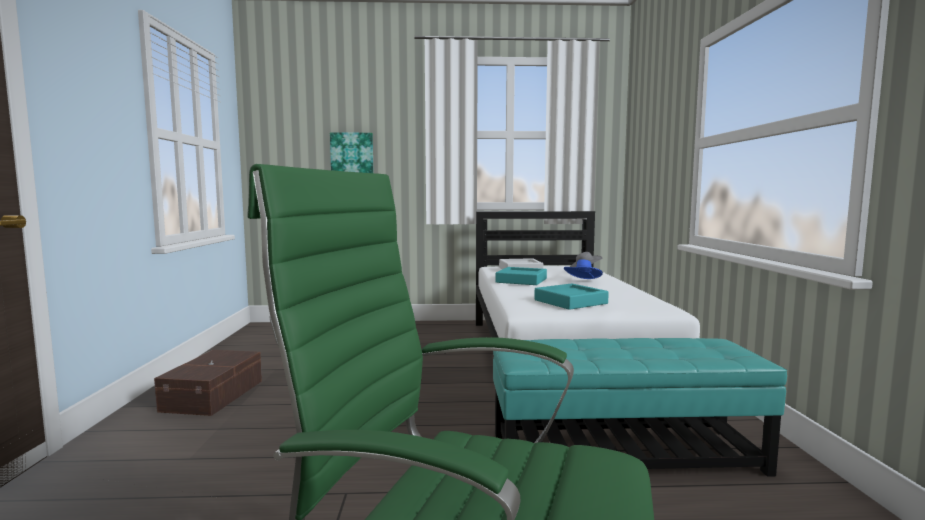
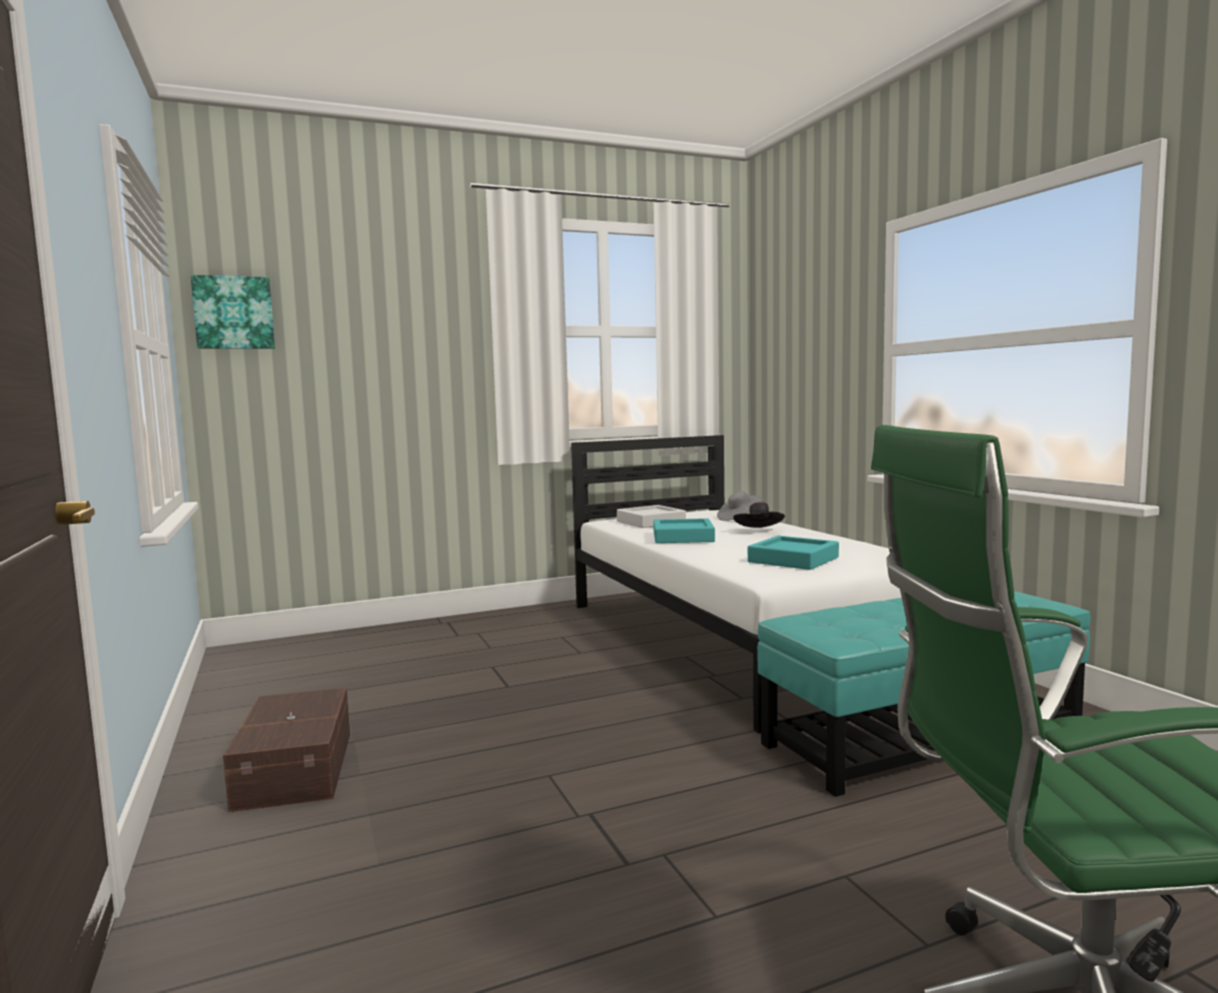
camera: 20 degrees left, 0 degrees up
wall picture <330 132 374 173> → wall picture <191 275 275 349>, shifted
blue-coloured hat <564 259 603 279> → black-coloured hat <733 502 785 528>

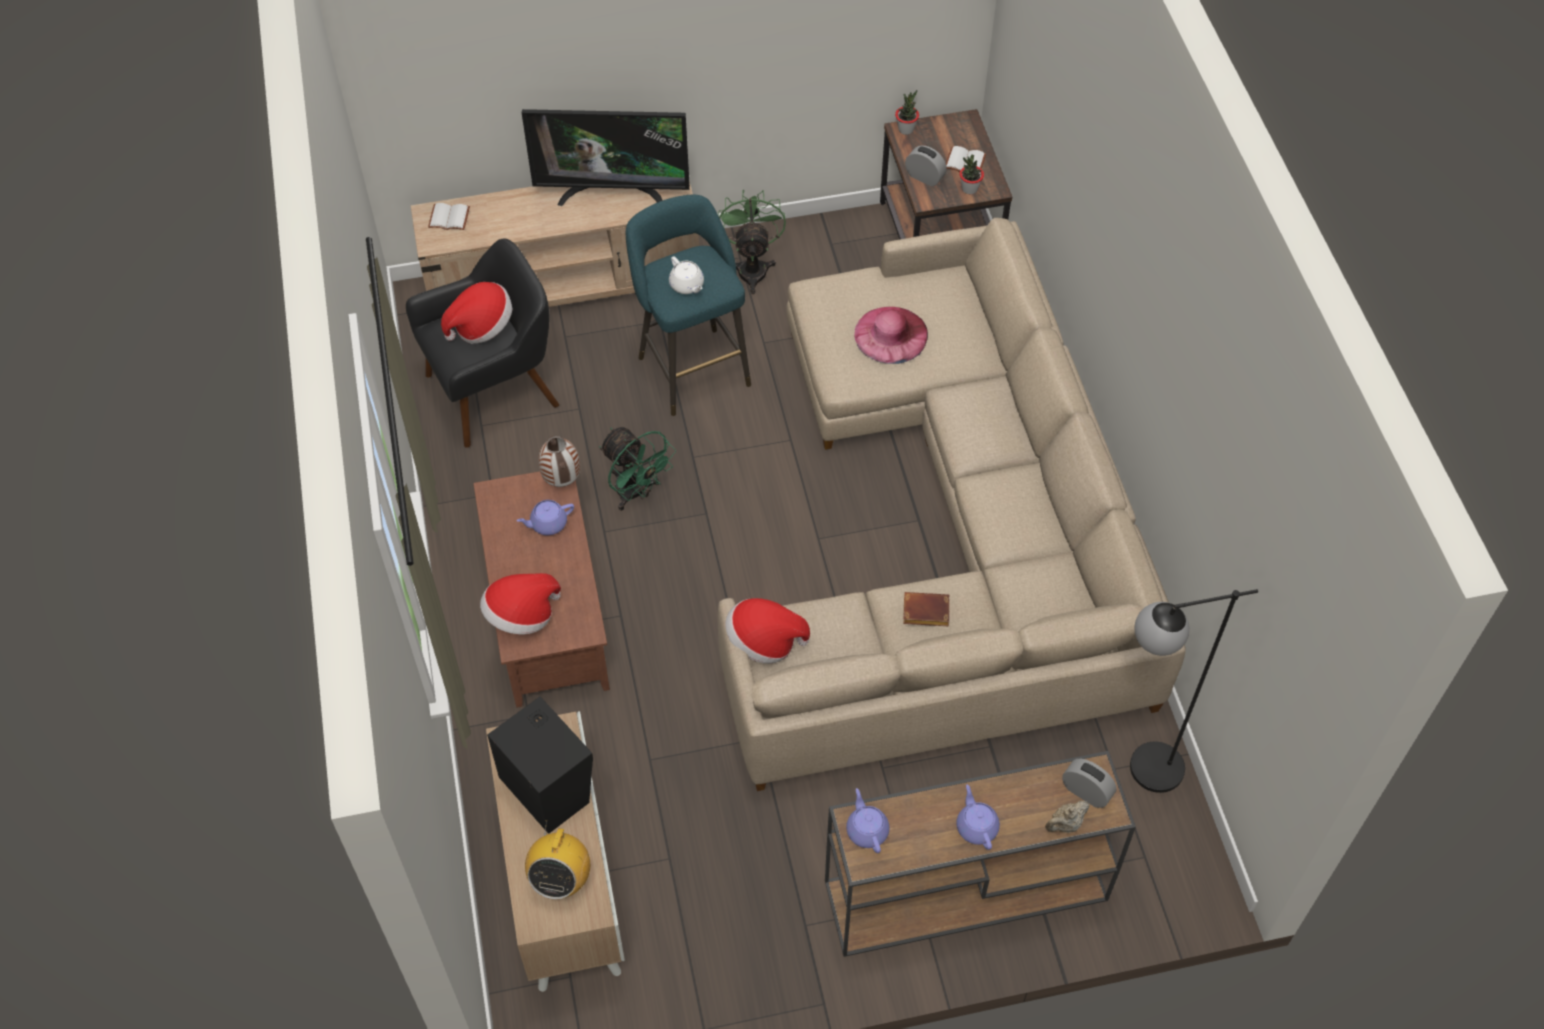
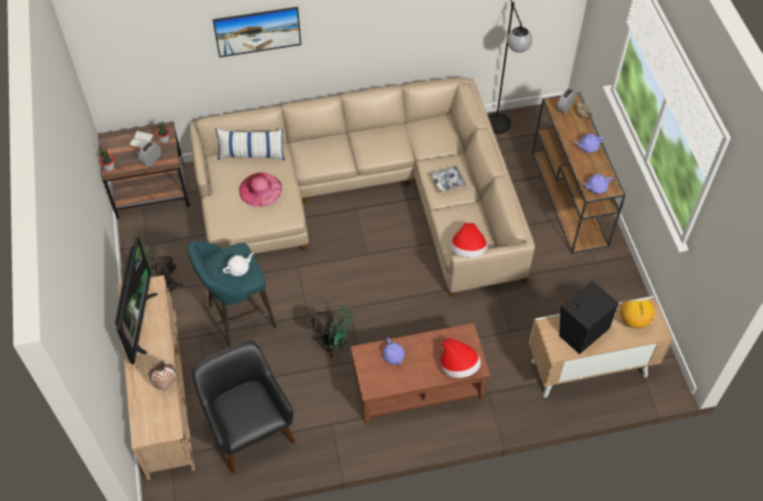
camera: 90 degrees left, 0 degrees up
decorative vase <539 436 580 487> → decorative vase <148 360 177 390>, shifted
- → wall picture <212 7 301 58>
- → pillow <215 128 285 160>
green electric fan <599 427 676 511> → green electric fan <310 305 354 358>, 60 degrees clockwise
brown volume <903 592 950 626> → tray <430 165 467 193>
radio set <525 820 590 899> → radio set <620 299 655 329>, 105 degrees counterclockwise
white-coloured volume <428 203 470 230> → -
hat <441 282 513 344> → -

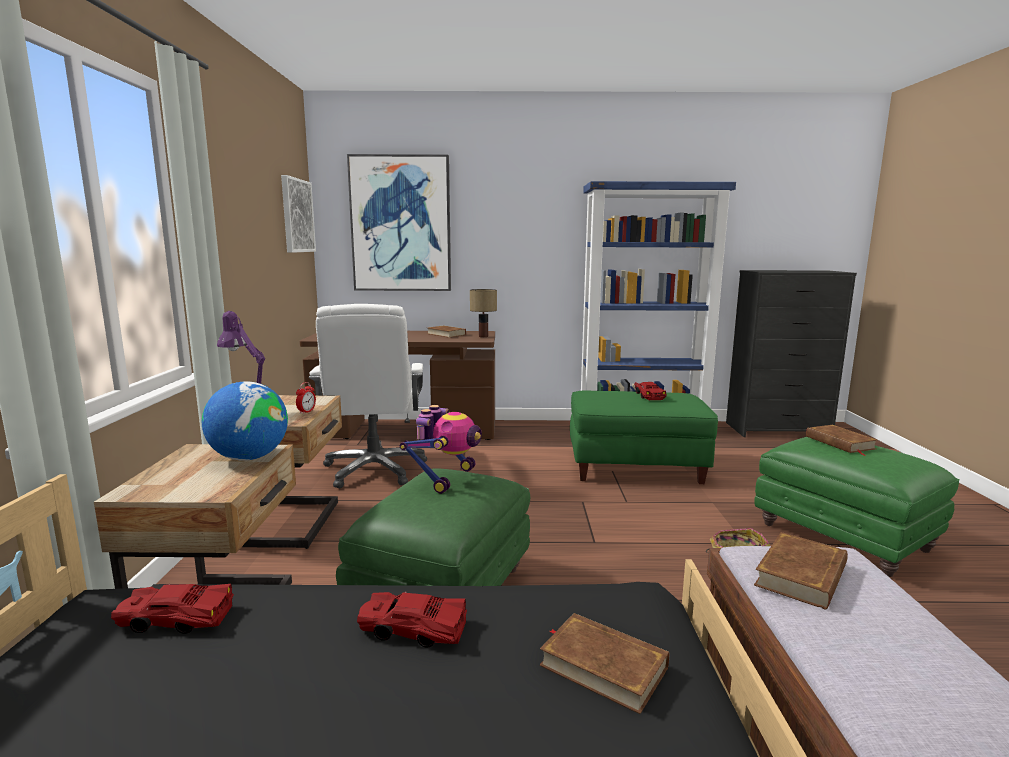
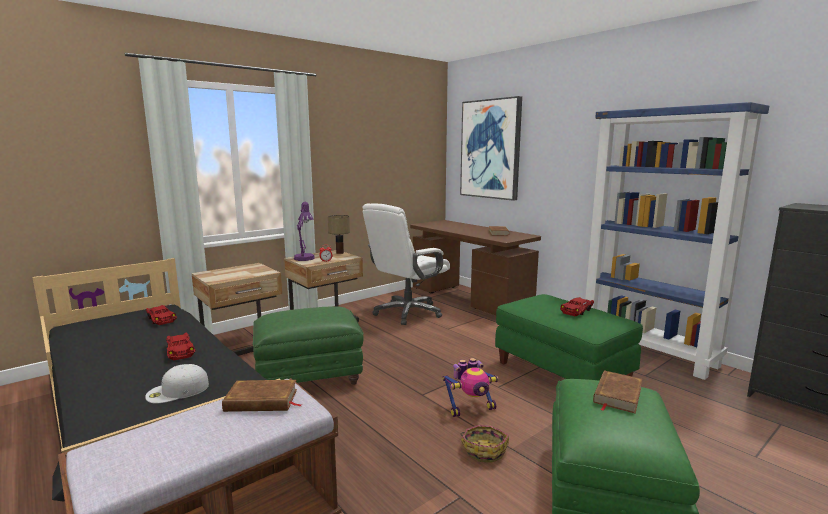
camera: 50 degrees right, 0 degrees up
brown volume <540 613 669 714> → white-coloured peaked cap <145 364 209 403>
tabletop lamp <470 289 497 337> → tabletop lamp <328 215 350 254>, shifted
toy robot <400 405 482 494> → toy robot <442 358 498 417>, shifted
desk globe <202 381 288 461> → -
wall picture <281 175 316 253> → -

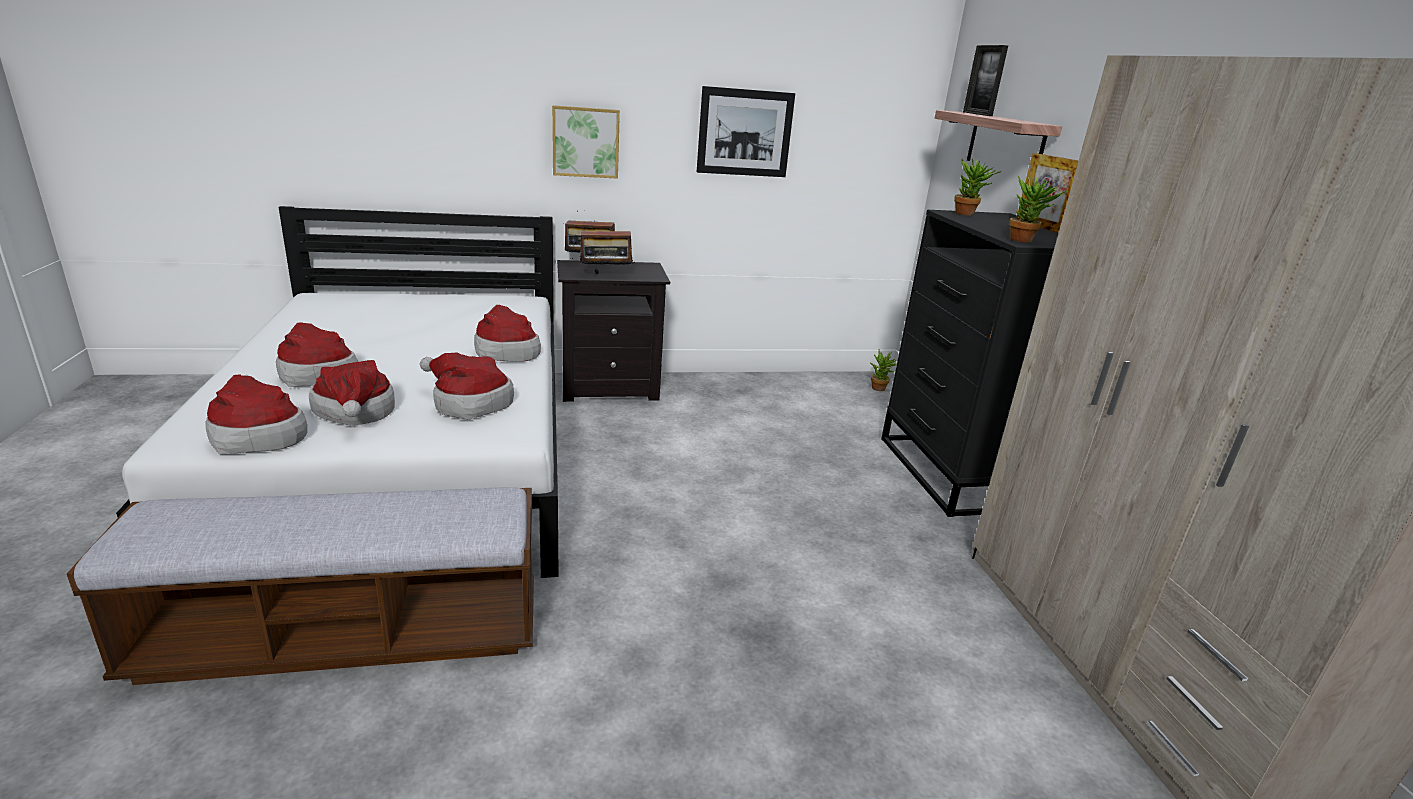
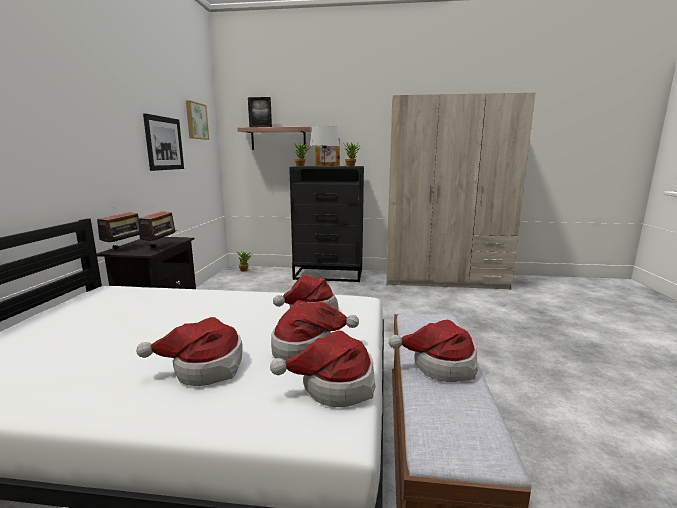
camera: 70 degrees left, 10 degrees down
wall picture <552 105 620 179> → wall picture <186 100 209 140>, shifted
- → gray tabletop lamp <310 126 340 158>
hat <474 305 541 362> → hat <389 320 478 382>, shifted

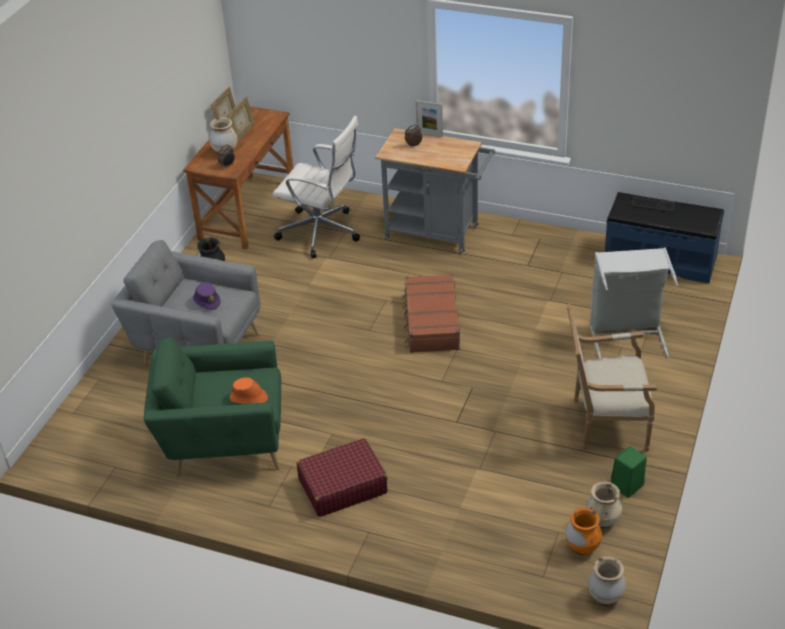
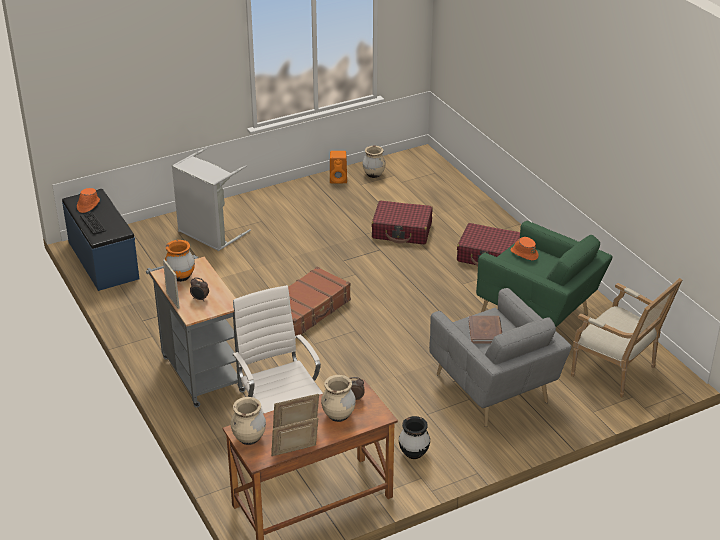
camera: 140 degrees left, 5 degrees down
- → orange hat <77 188 100 213>
orange decorative vase <565 508 602 555> → orange decorative vase <165 240 195 282>, shifted
beige decorative vase <588 556 626 606> → beige decorative vase <231 397 266 445>, shifted
green speaker <611 446 647 498> → orange speaker <330 151 347 183>
- → red suitcase <371 200 433 244>
purple hat <193 282 221 310> → brown volume <468 316 502 344>
lounge chair <567 304 657 451> → lounge chair <571 278 682 397>, shifted

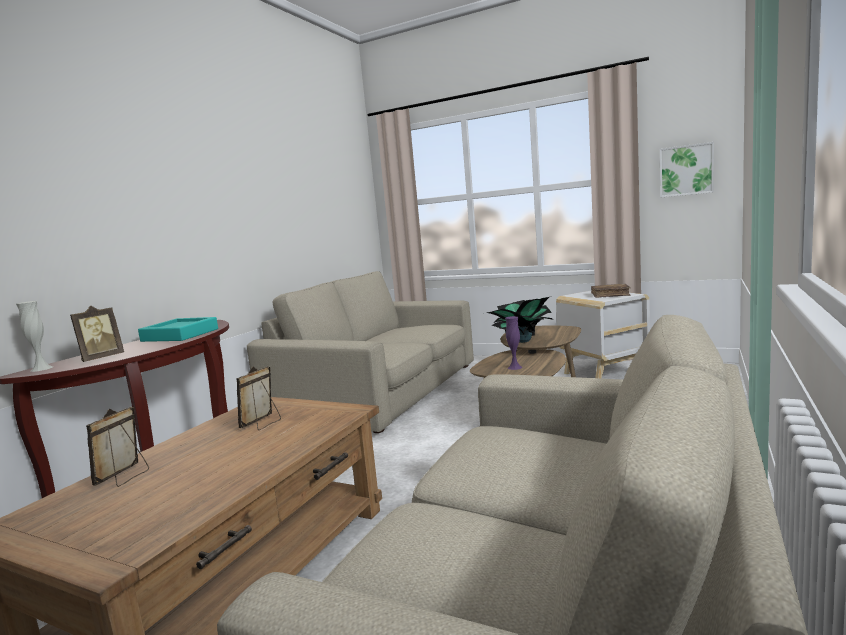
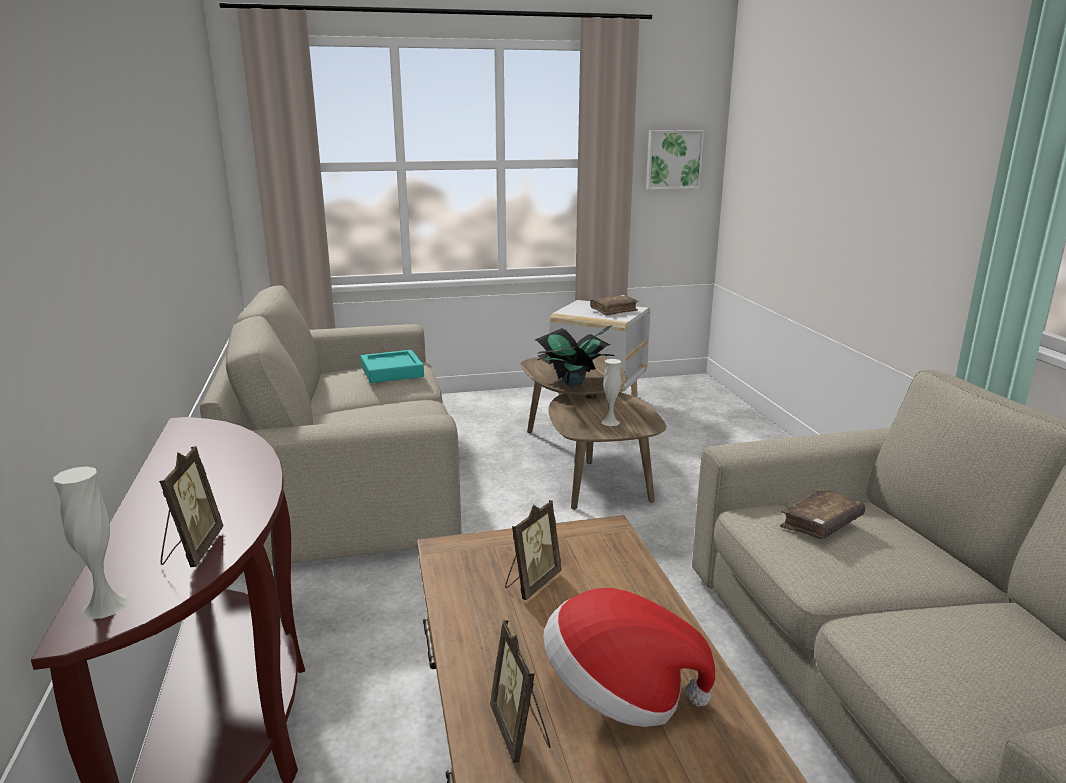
camera: 40 degrees left, 10 degrees up
turquoise-coloured tray <138 317 218 342> → turquoise-coloured tray <361 350 424 383>, shifted
picture frame <236 367 281 430> → picture frame <505 500 562 600>, 135 degrees counterclockwise
- → hat <543 588 715 727>
purple decorative vase <505 316 522 370> → white-coloured decorative vase <602 359 621 426>
- → brown volume <780 488 865 539>

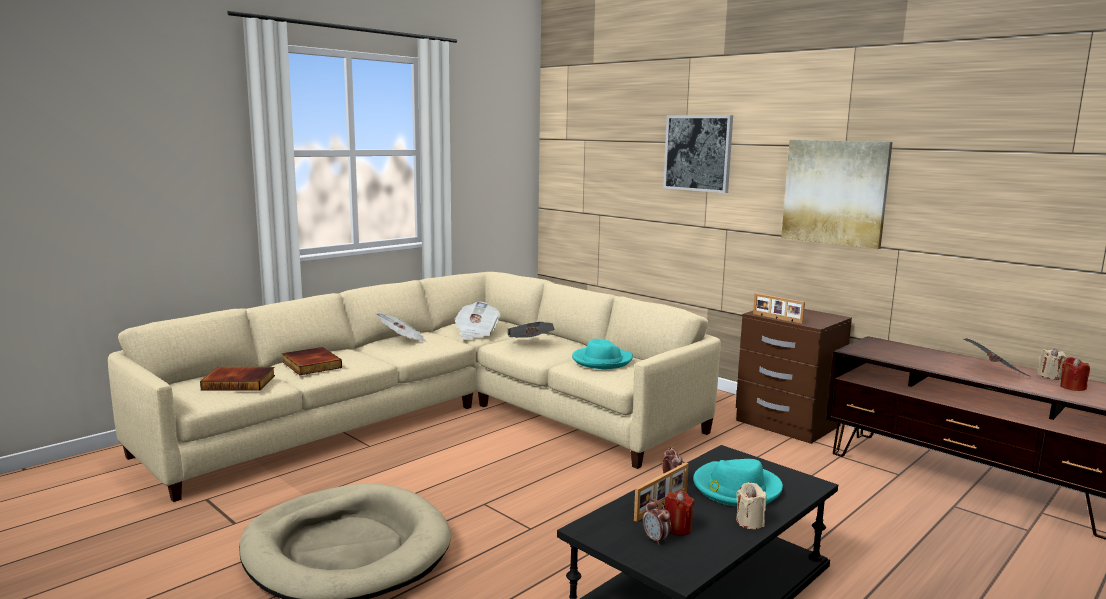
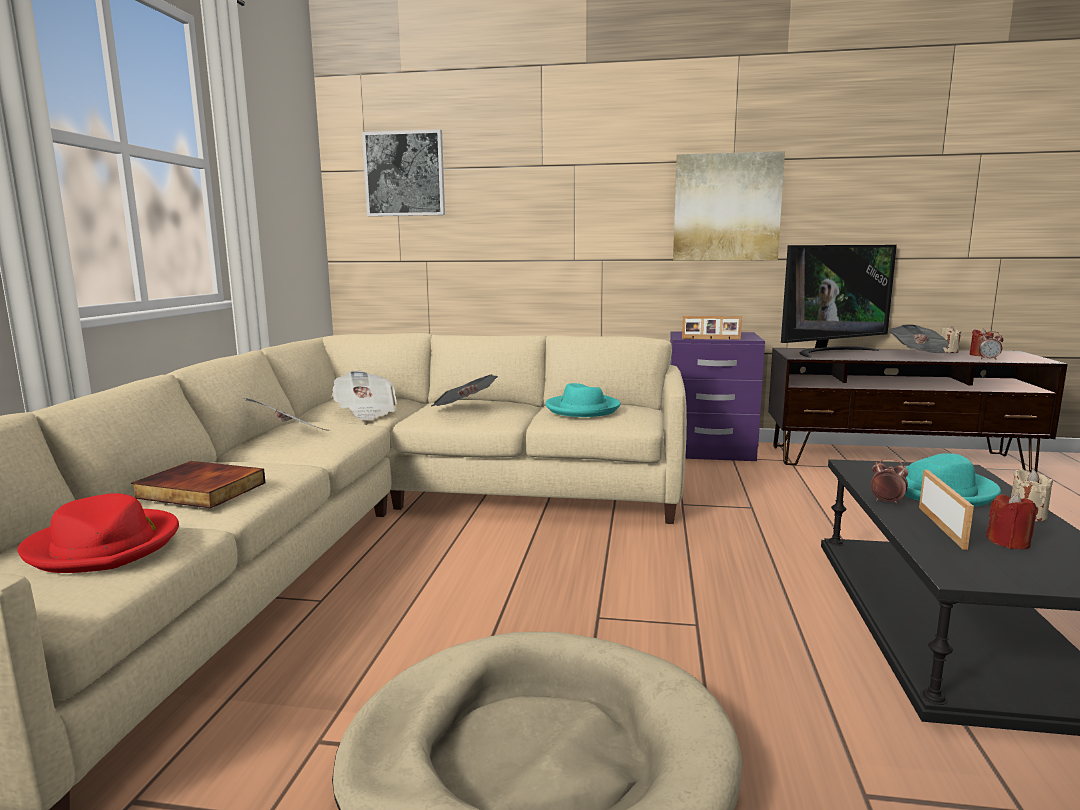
camera: 35 degrees left, 0 degrees up
volume <200 367 275 391> → red hat <17 493 179 573>
wall picture <663 115 733 193> → wall picture <362 129 445 216>, shifted
brown night table <736 309 852 444> → purple night table <670 331 765 461>
- → television <781 245 897 357>
bedside clock <643 499 671 545> → bedside clock <978 331 1004 360>, shifted

